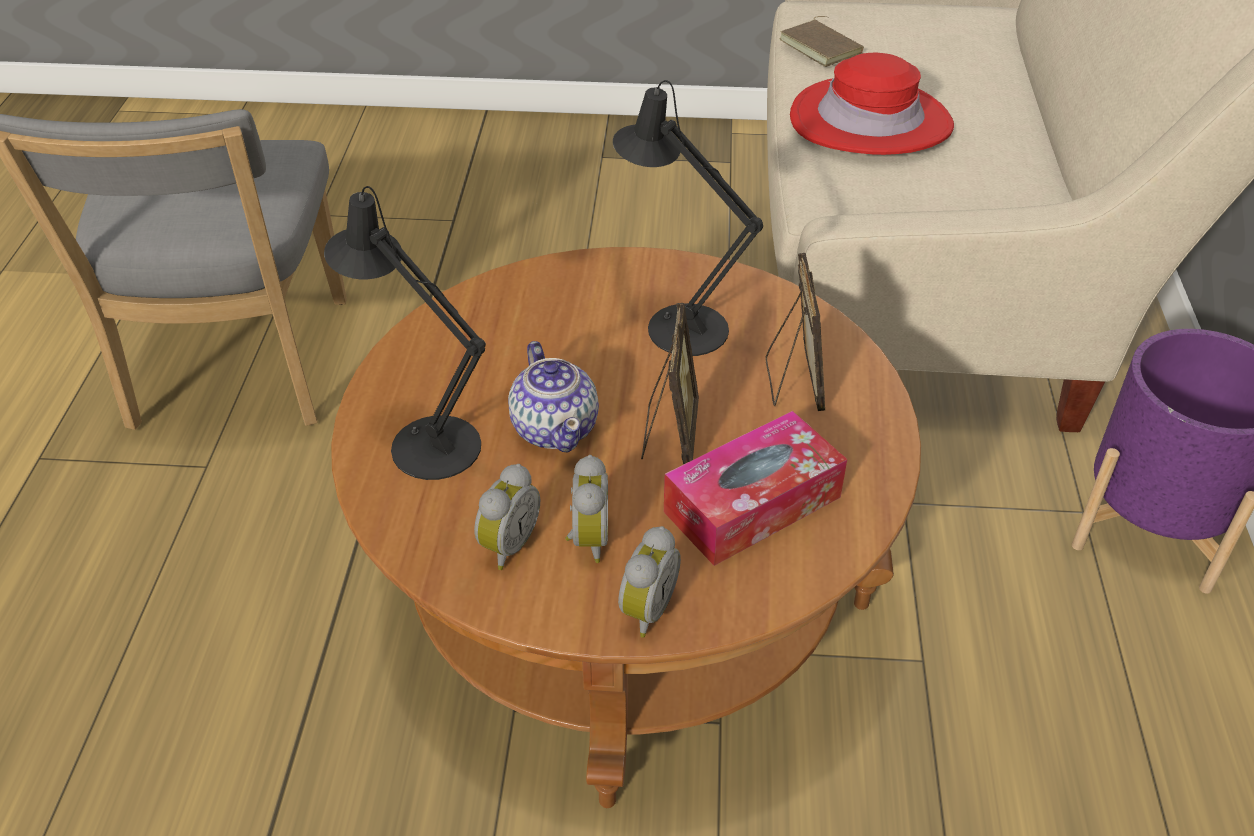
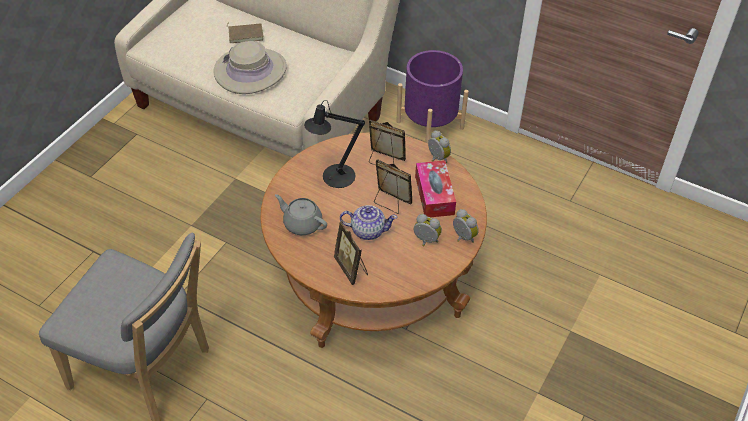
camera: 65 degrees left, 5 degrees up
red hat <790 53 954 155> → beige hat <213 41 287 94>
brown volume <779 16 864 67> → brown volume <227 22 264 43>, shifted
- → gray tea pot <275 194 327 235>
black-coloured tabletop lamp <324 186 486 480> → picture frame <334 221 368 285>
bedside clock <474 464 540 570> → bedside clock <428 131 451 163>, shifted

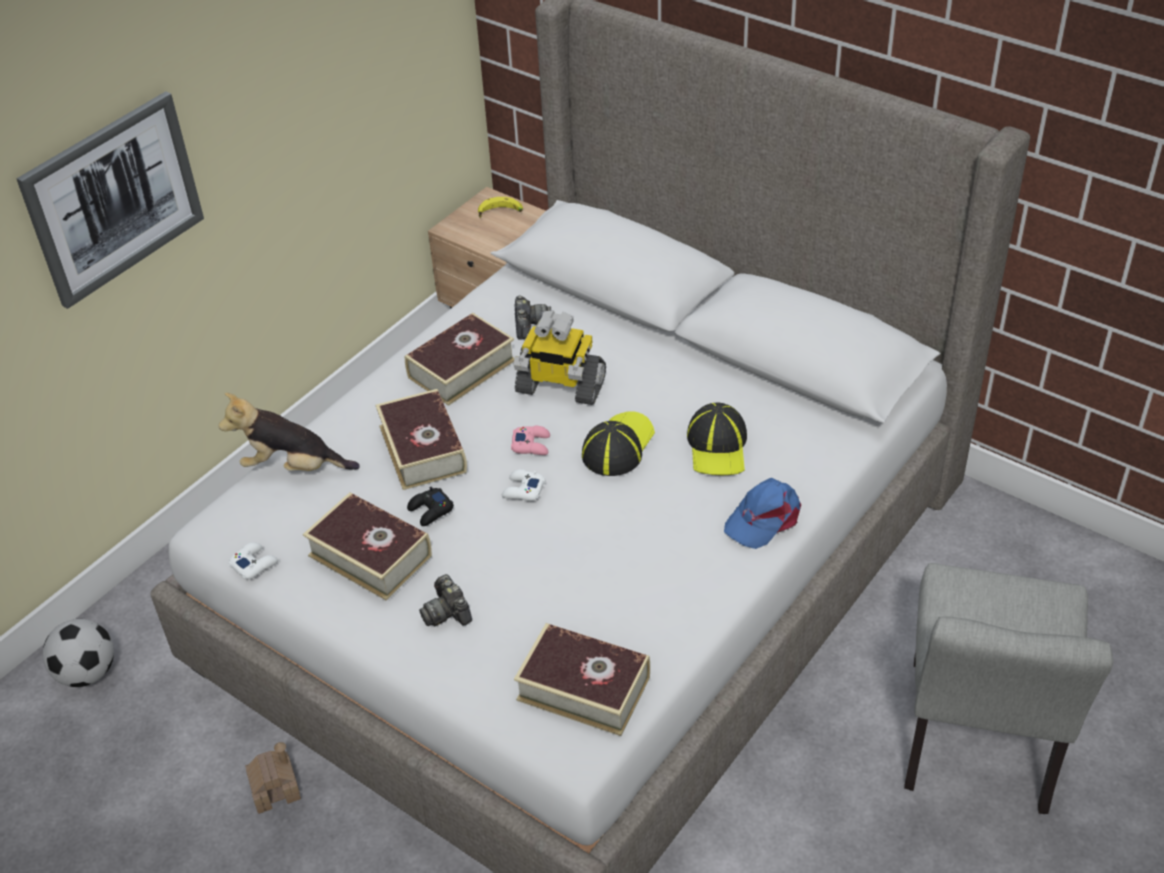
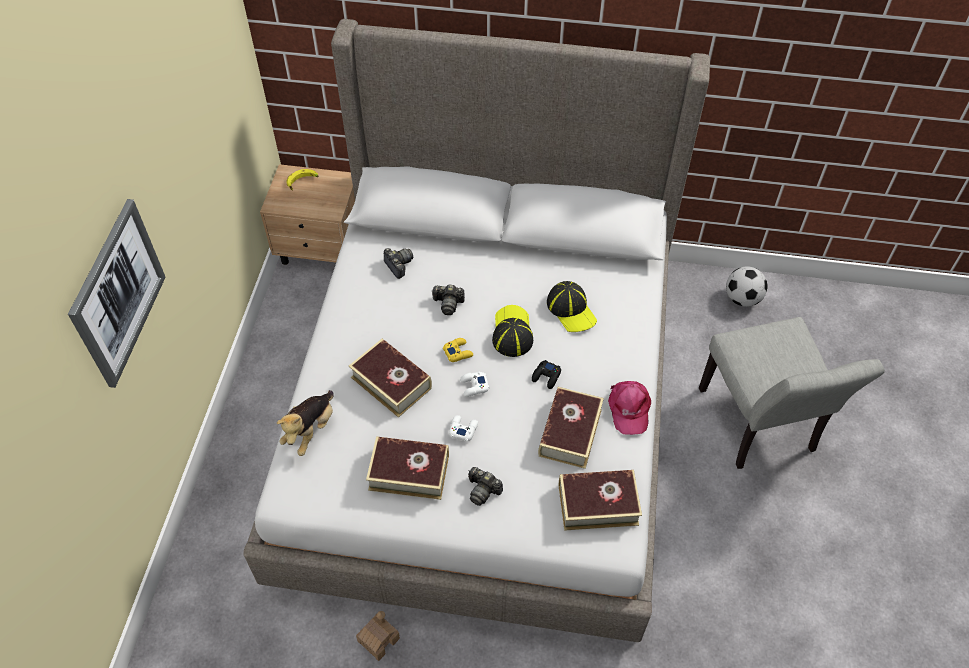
camera: 30 degrees left, 10 degrees up
cuddly toy <218 393 360 471> → cuddly toy <277 390 334 456>, 45 degrees counterclockwise
toy robot <514 310 606 405> → photo camera <432 285 465 315>
pink-coloured joypad <511 426 550 455> → yellow-coloured joypad <443 338 473 362>
white-coloured joypad <228 542 278 579> → white-coloured joypad <449 415 478 442>, shifted
black-coloured joypad <407 487 454 526> → black-coloured joypad <532 360 561 389>, shifted
volume <405 313 514 406> → volume <538 387 604 469>, shifted
- → pink-coloured peaked cap <608 381 651 435>
football <43 619 114 687> → football <726 267 768 307>, shifted
blue-coloured peaked cap <724 478 801 549> → -

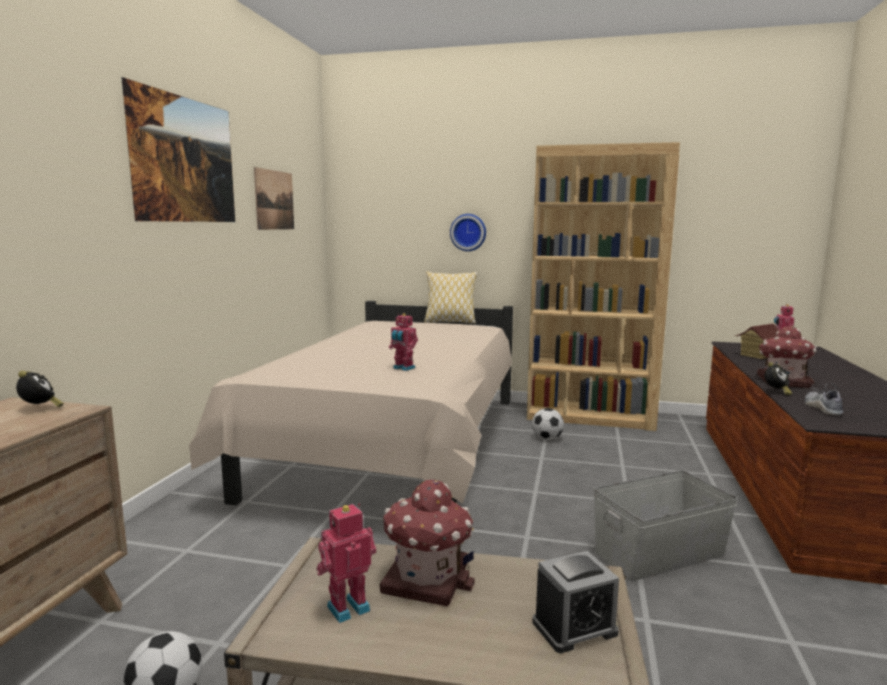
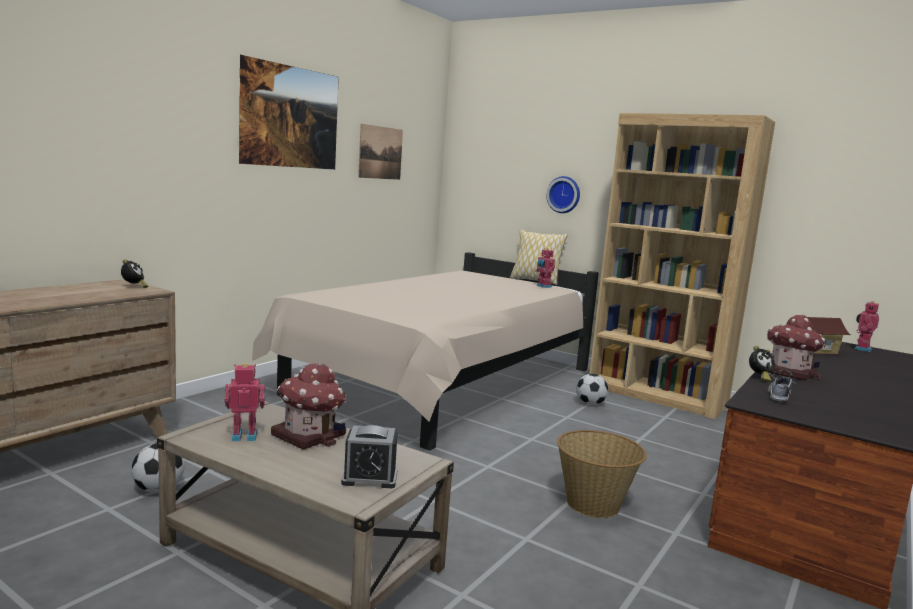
camera: 20 degrees right, 0 degrees up
toy robot <389 313 418 371> → toy robot <535 248 555 288>, shifted
gray storage box <593 470 738 581> → household basket <557 430 647 518>

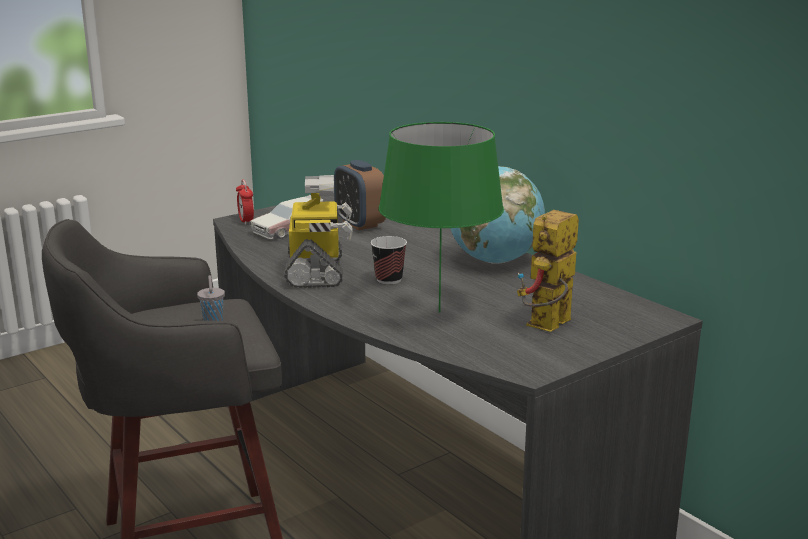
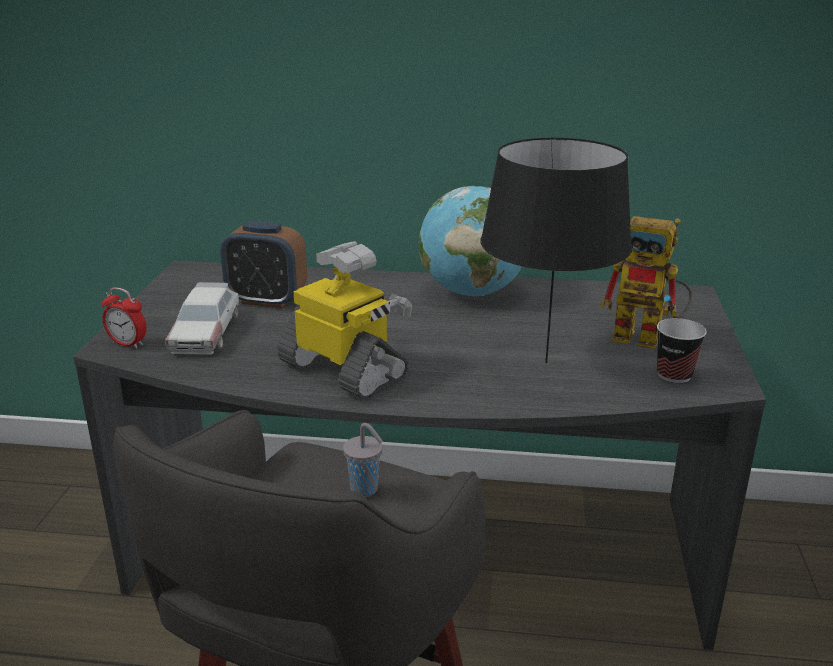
camera: 45 degrees left, 5 degrees up
green tabletop lamp <379 122 504 313> → black-coloured tabletop lamp <480 138 632 363>
toy robot <517 210 579 332> → toy robot <600 216 693 349>, 60 degrees counterclockwise
cup <371 236 407 284> → cup <657 318 707 383>, shifted

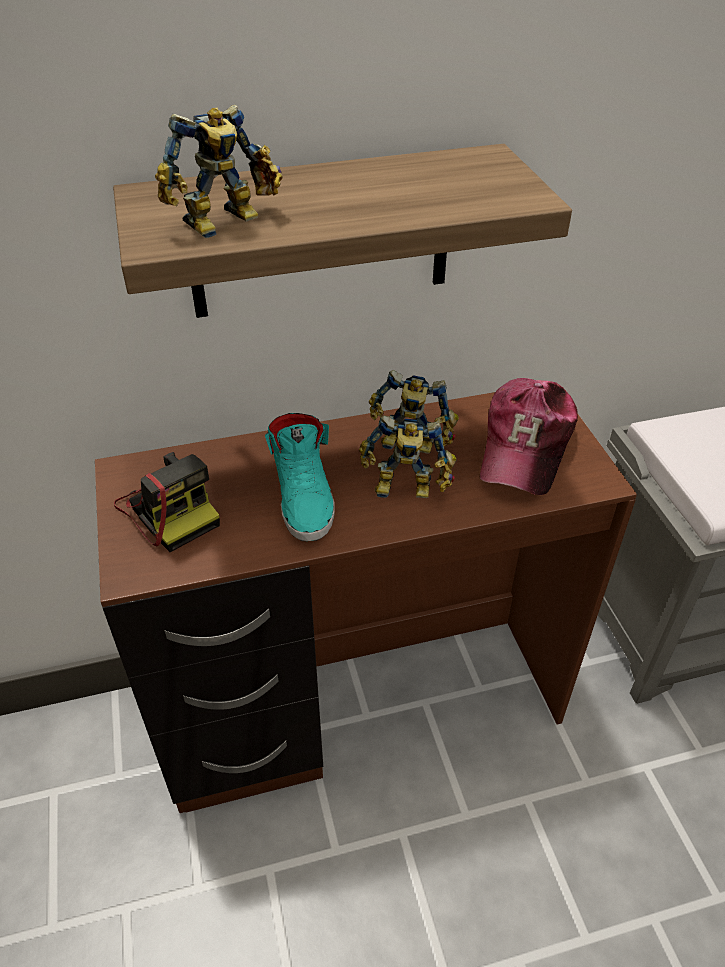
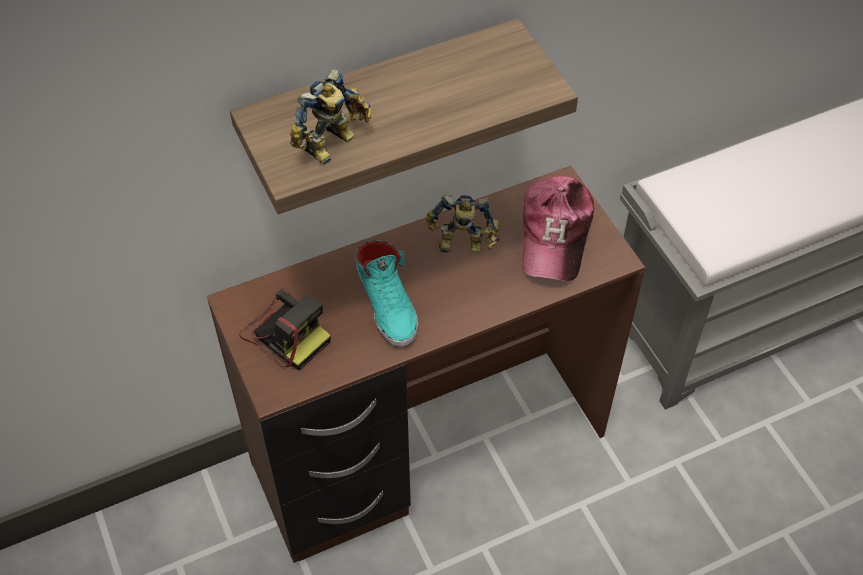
camera: 10 degrees left, 10 degrees up
toy robot <359 415 456 498> → -

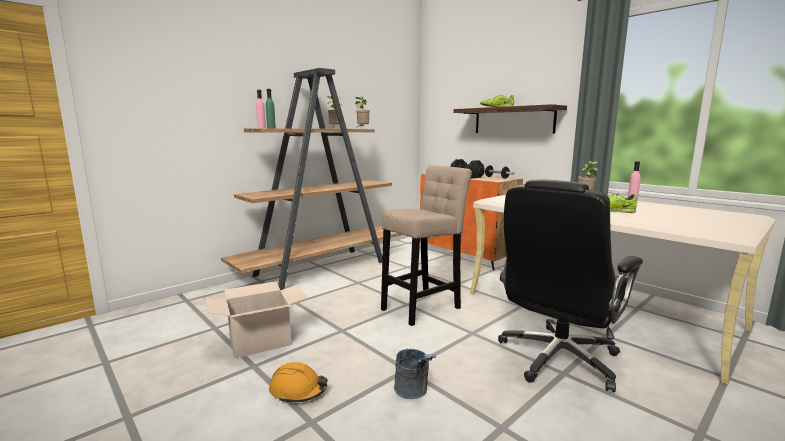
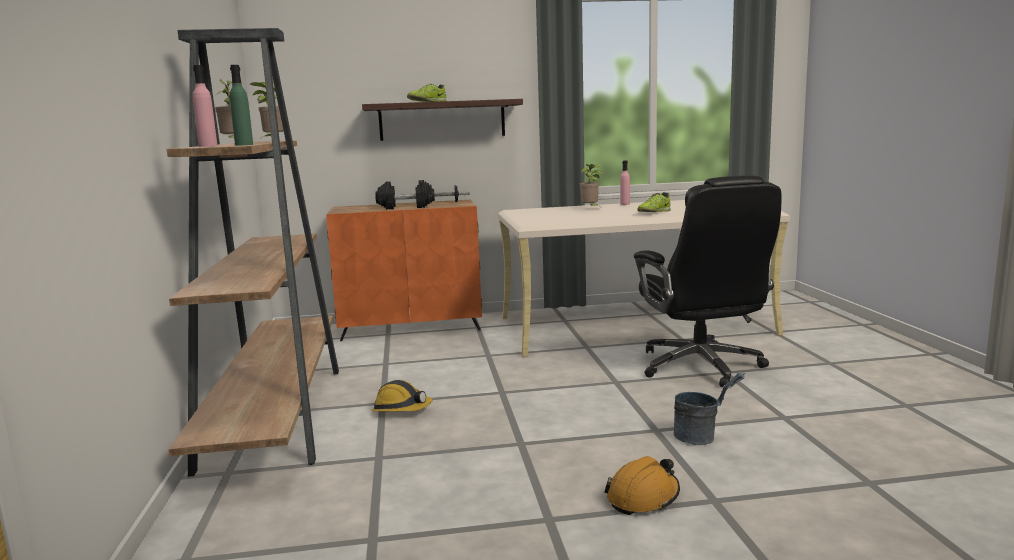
camera: 55 degrees left, 0 degrees up
- → work helmet <371 380 433 412>
packing box <206 281 307 358> → -
beige stool <381 165 472 326> → -

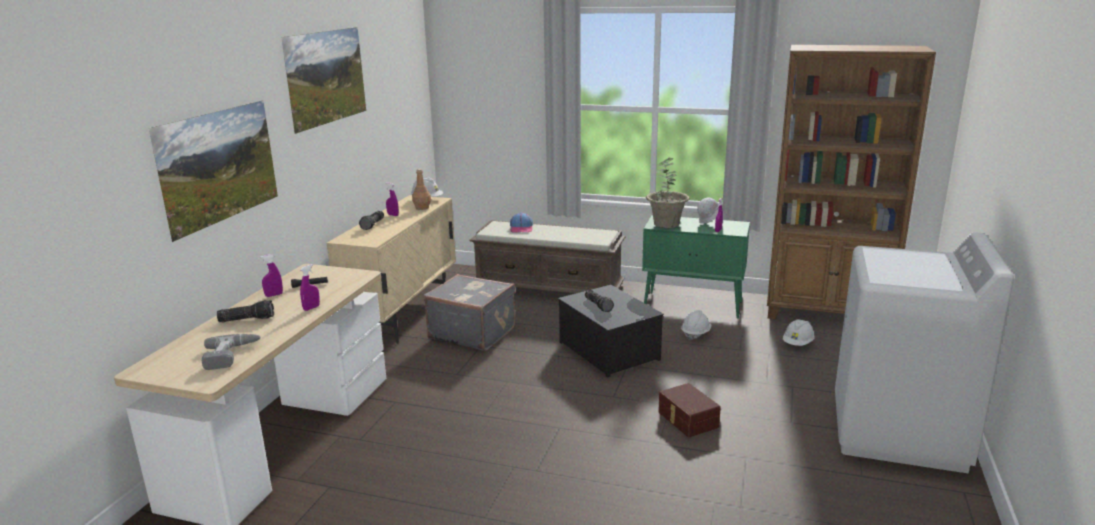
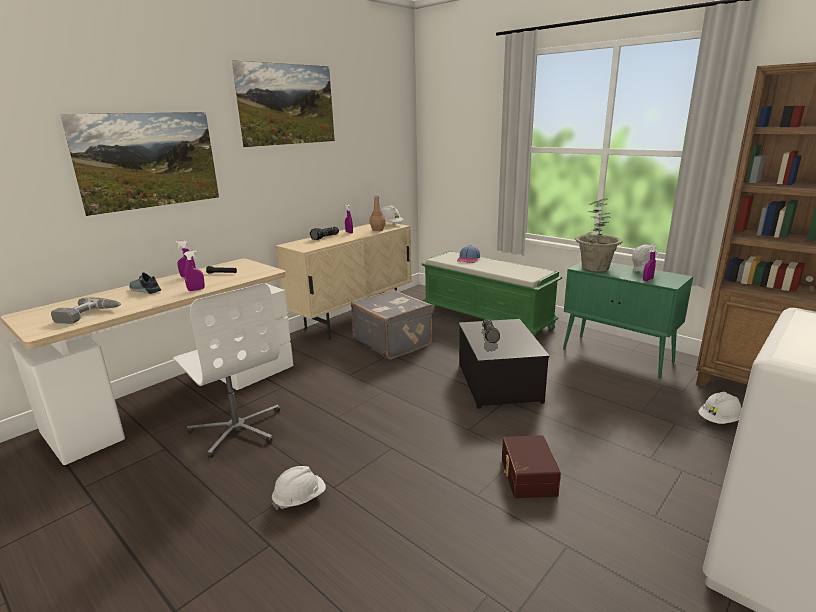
camera: 25 degrees right, 0 degrees up
flashlight <217 300 274 322> → low shoe <129 272 161 294>
- → white-coloured computer chair <173 283 280 458>
white-coloured work helmet <681 310 712 340> → white-coloured work helmet <272 466 326 510>, shifted
brown bench <469 220 626 294> → green bench <421 251 562 338>

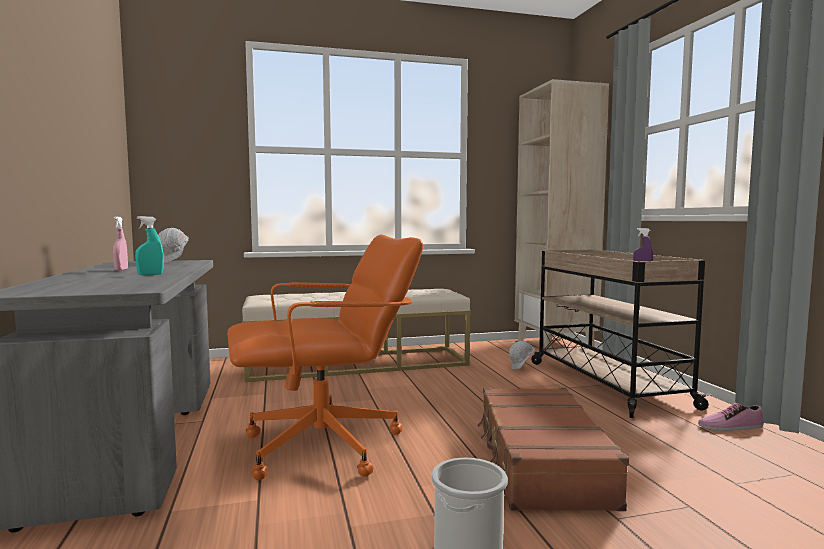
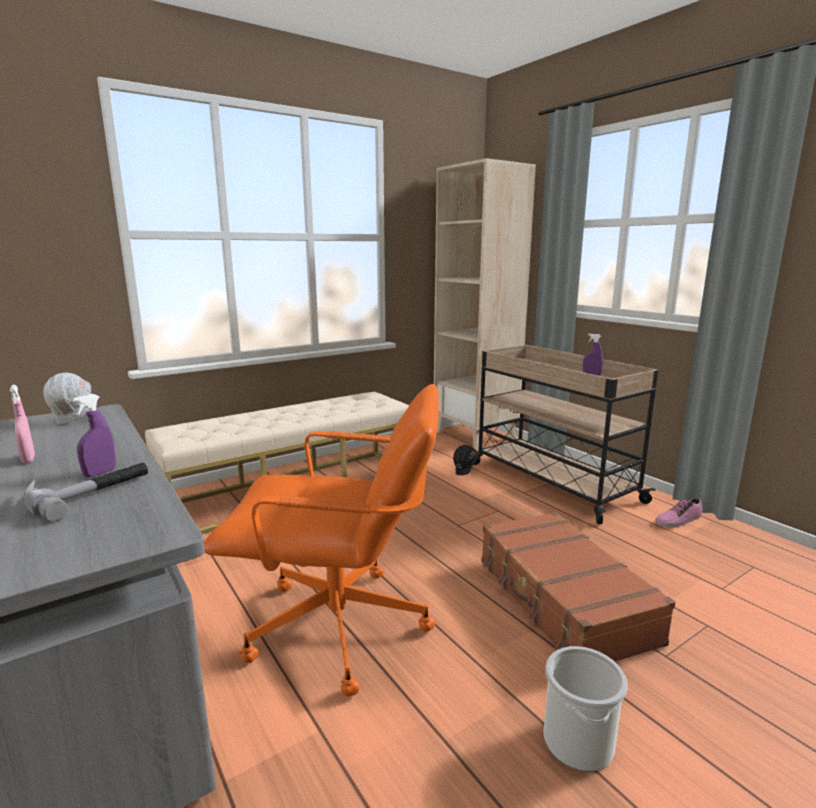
camera: 20 degrees left, 10 degrees up
- → hammer <24 463 148 521>
turquoise-coloured sprayer <135 216 164 275> → purple sprayer <72 394 116 478>
orange computer chair <227 235 423 480> → orange computer chair <204 384 439 696>, 45 degrees clockwise
white-coloured work helmet <509 341 535 369> → black-coloured work helmet <453 445 479 475>

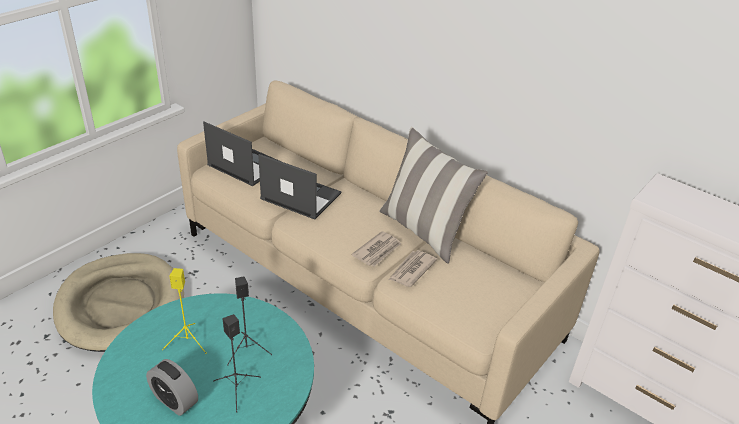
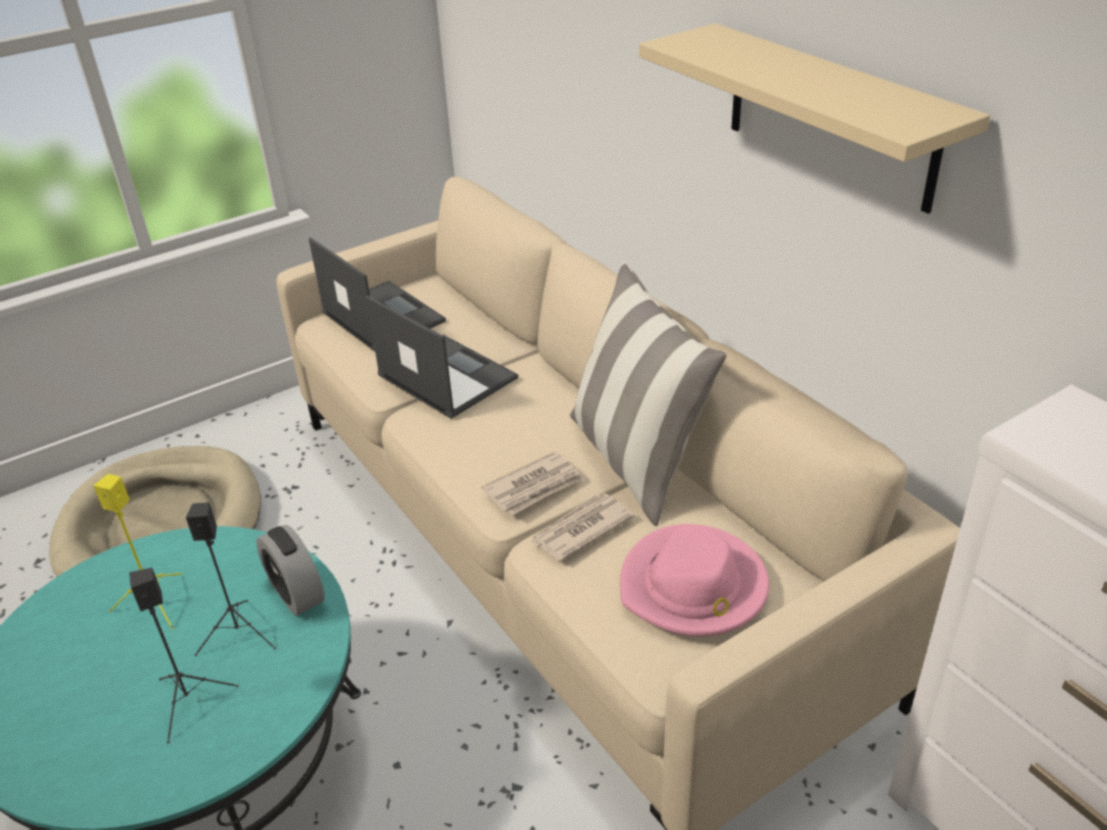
camera: 20 degrees right, 0 degrees up
bedside clock <146 359 198 416> → bedside clock <256 525 325 616>, shifted
- → pink-coloured hat <620 524 769 636>
- → beige bracket shelf <639 23 990 214>

